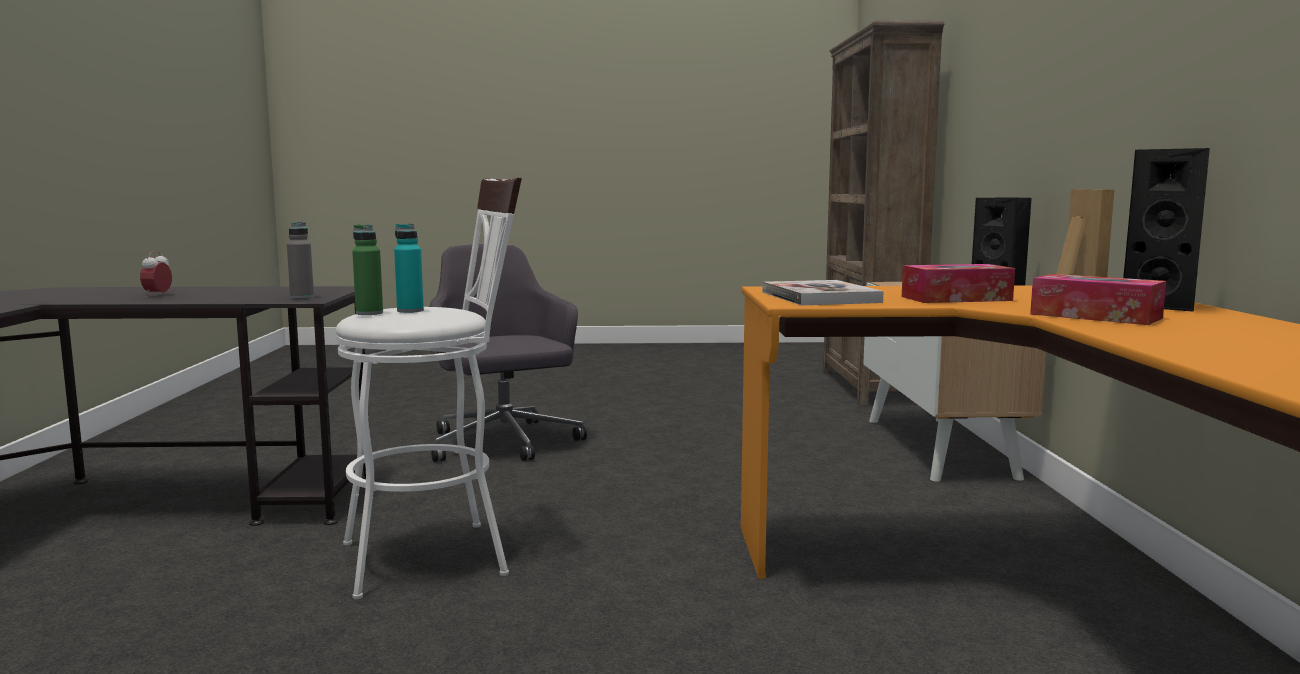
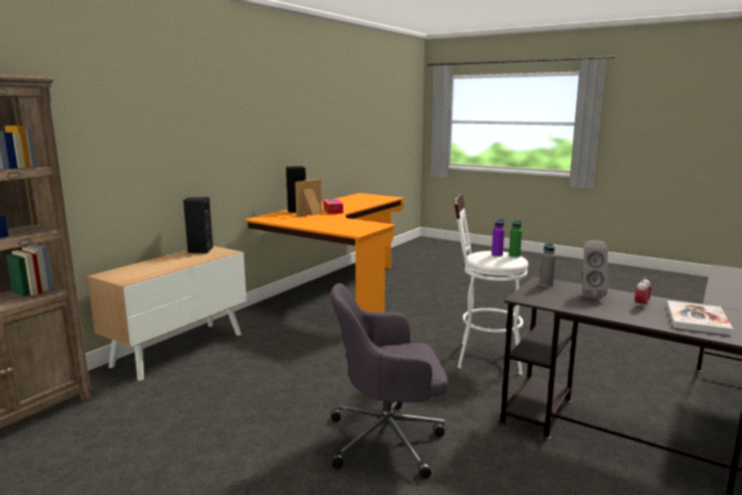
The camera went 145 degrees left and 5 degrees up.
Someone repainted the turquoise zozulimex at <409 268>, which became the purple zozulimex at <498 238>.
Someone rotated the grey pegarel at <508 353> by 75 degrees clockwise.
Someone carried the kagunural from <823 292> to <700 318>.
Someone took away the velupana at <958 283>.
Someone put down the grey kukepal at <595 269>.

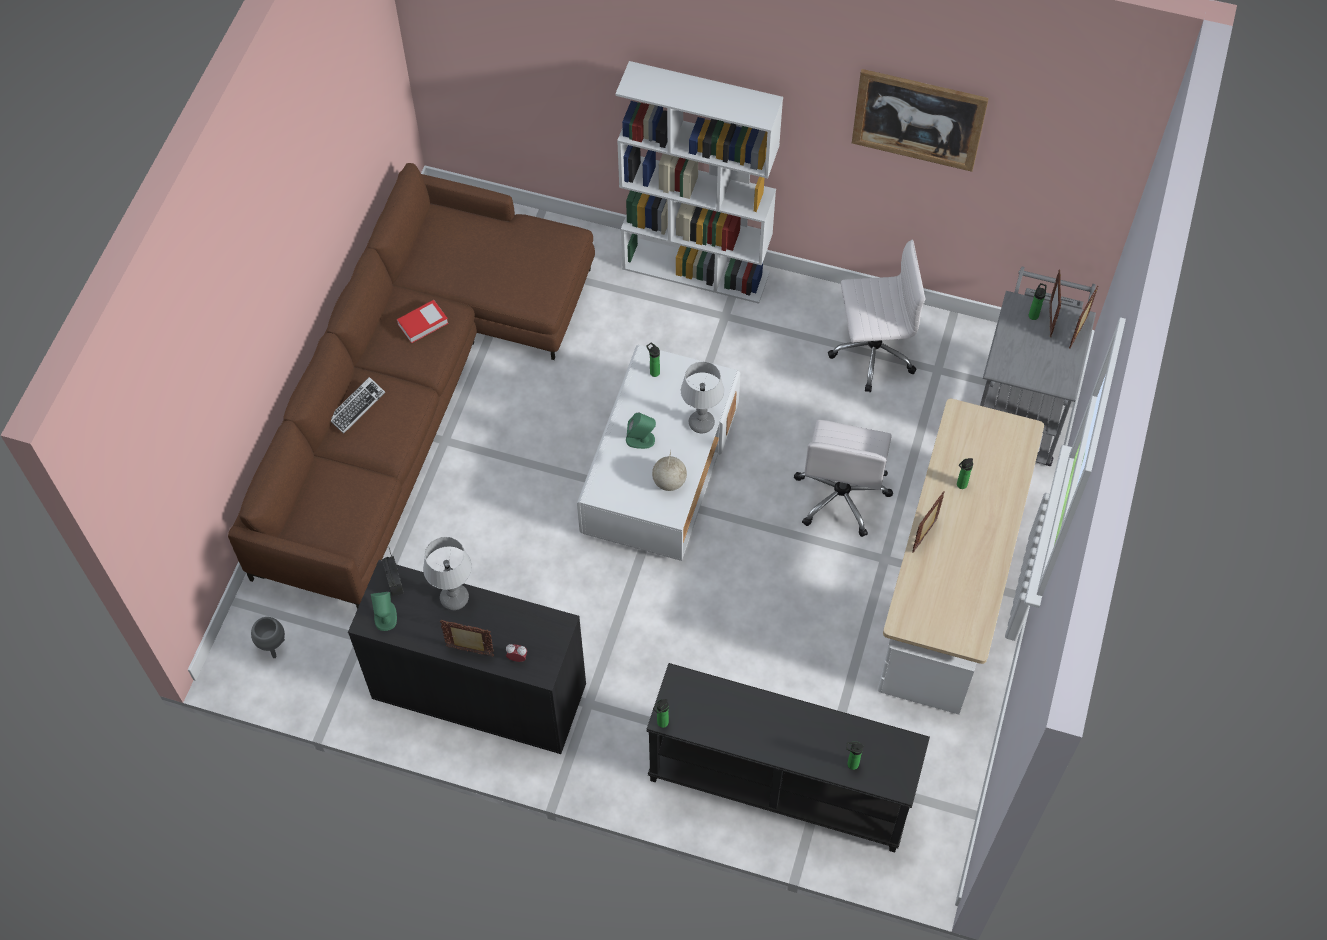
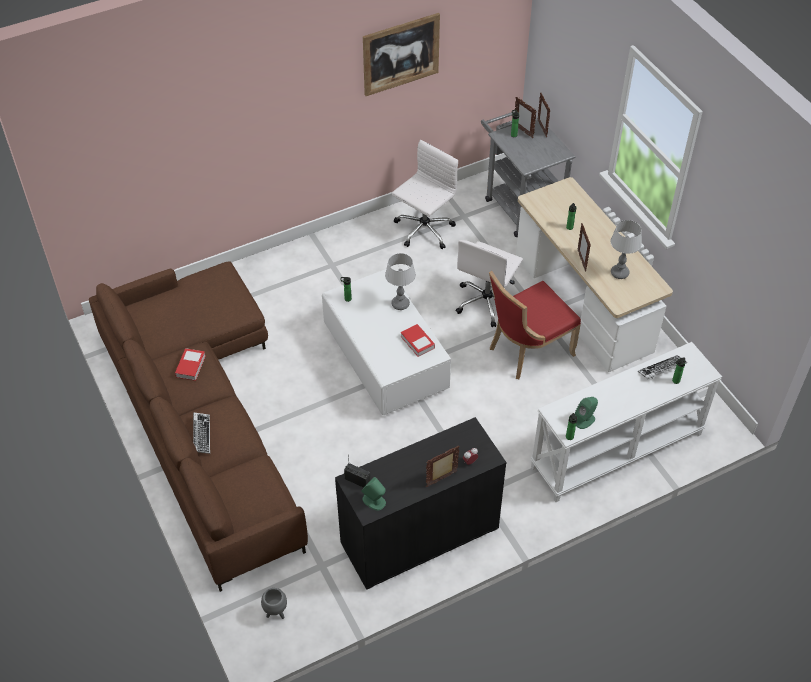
The camera went 45 degrees left and 10 degrees down.
Someone carried the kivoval from <447 573> to <626 249>.
Someone took away the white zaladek at <699 182>.
Someone carried the green kukepal from <641 431> to <586 413>.
Someone repainted the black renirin at <788 758>, which became the white renirin at <626 422>.
Someone swapped the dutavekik at <669 471> for the kagunural at <418 340>.
Someone rotated the white pegarel at <843 478> by 60 degrees clockwise.
Someone put down the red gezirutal at <535 325>.
Someone put down the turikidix at <662 367>.

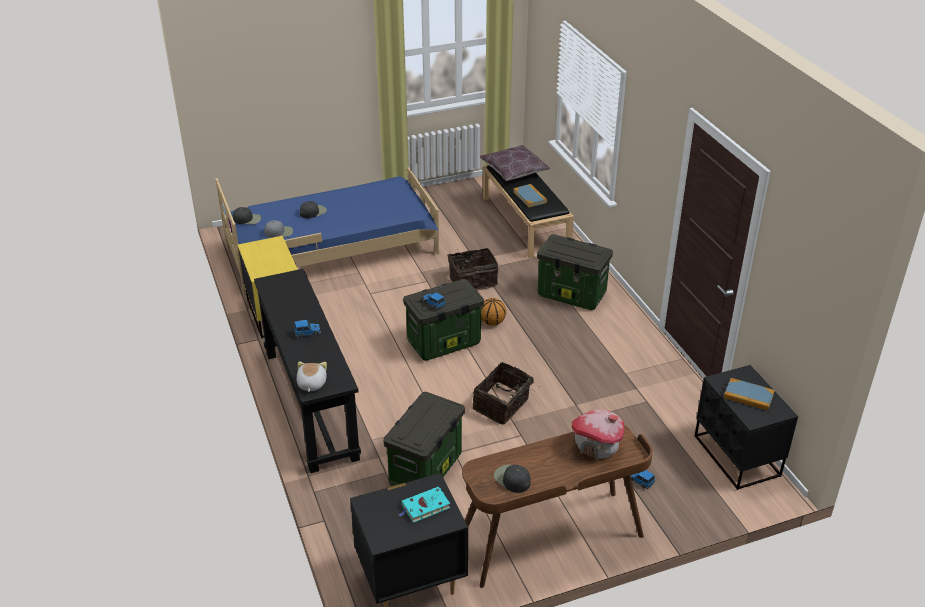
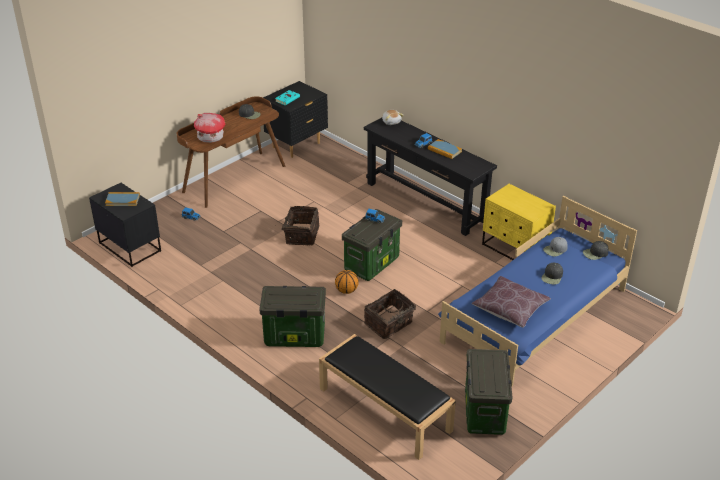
The camera went 155 degrees right and 0 degrees up.
Someone carried the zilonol from <424 439> to <489 392>.
Someone carried the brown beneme from <515 163> to <511 302>.
Someone carried the kagunural from <530 196> to <445 149>.

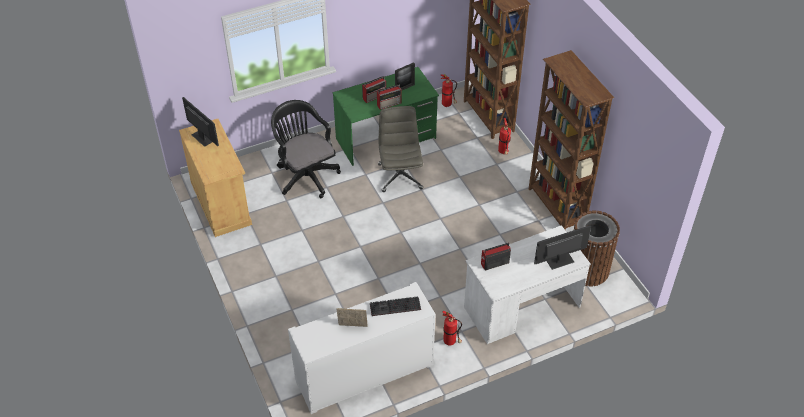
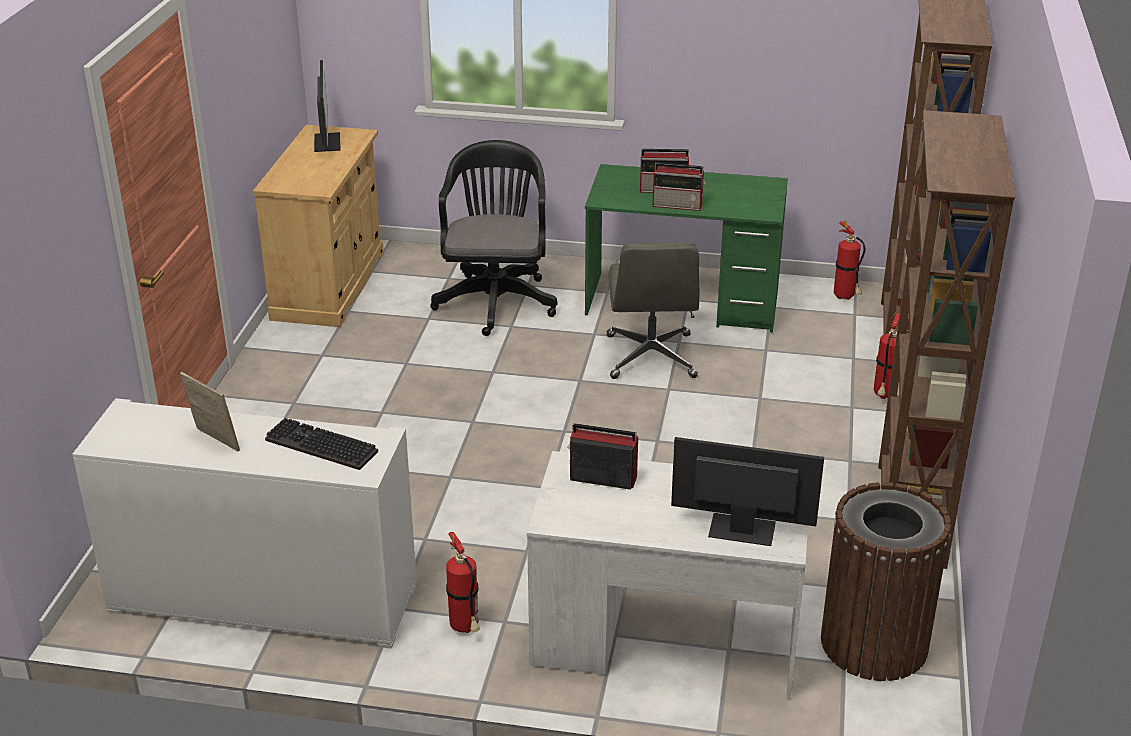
The camera went 35 degrees right and 15 degrees down.
Someone rotated the grey pegarel at <400 149> by 150 degrees clockwise.
Someone took away the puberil at <405 76>.

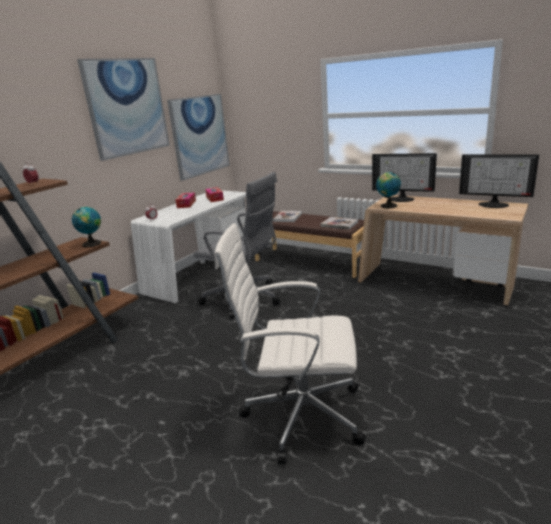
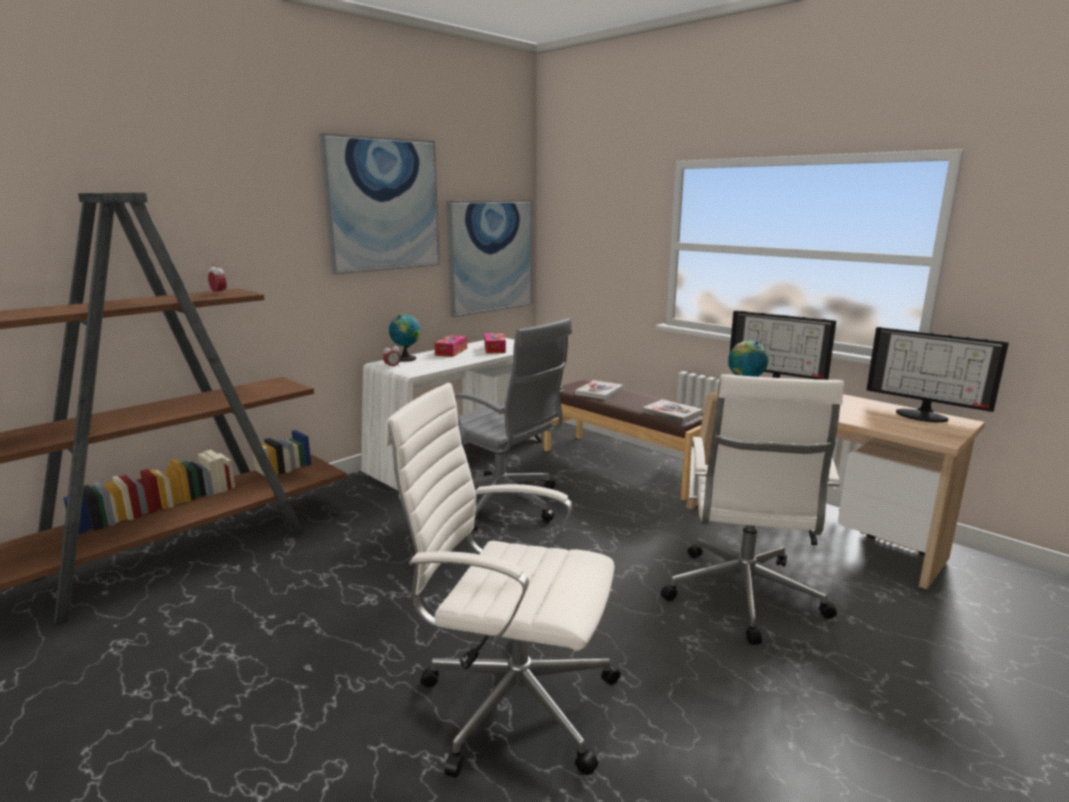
The camera went 10 degrees right and 5 degrees down.
Someone carried the dutavekik from <86 227> to <405 338>.
Someone put down the white pegarel at <752 509>.

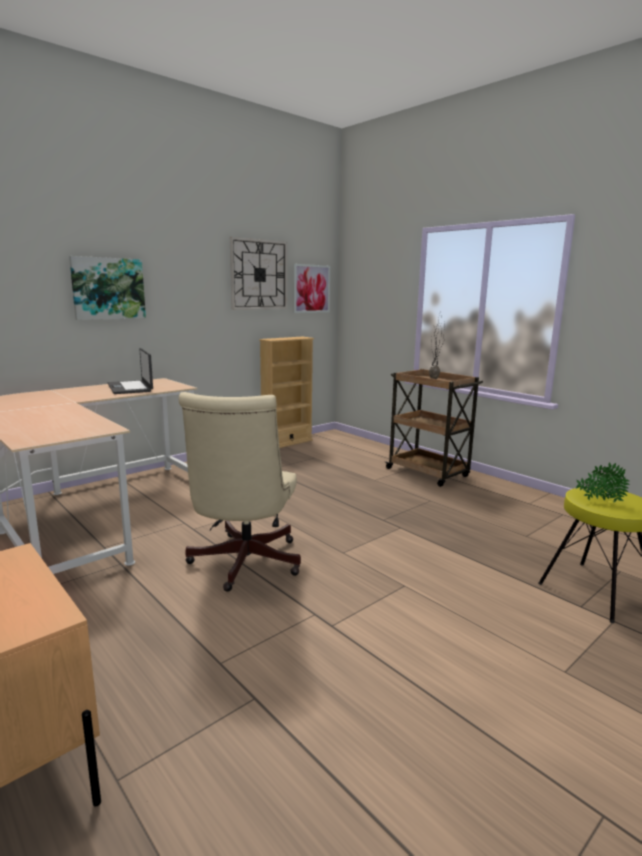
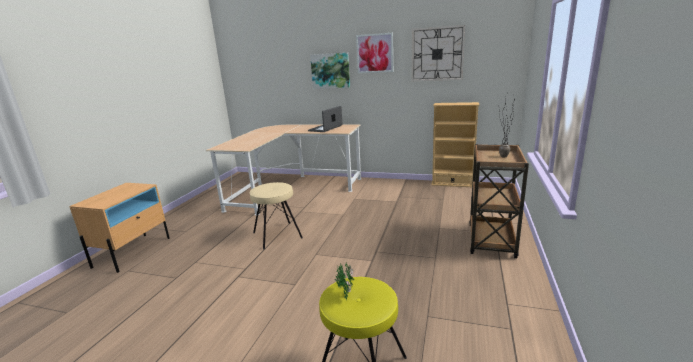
The camera went 60 degrees right and 5 degrees up.
Someone swapped the beige pegarel at <240 492> for the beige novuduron at <276 216>.
Someone carried the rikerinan from <311 288> to <374 53>.

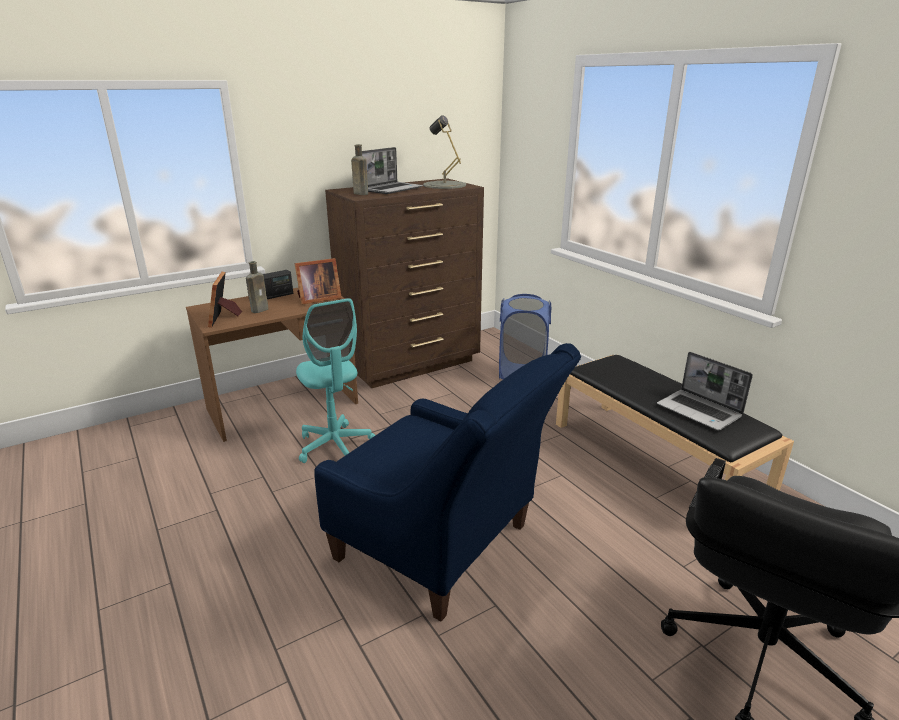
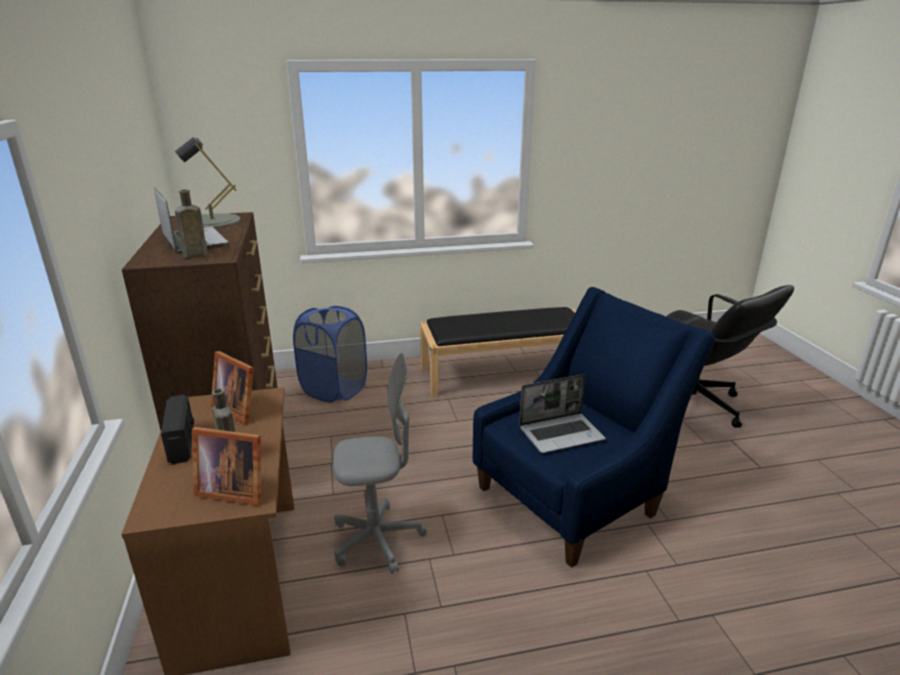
The camera went 70 degrees left and 0 degrees up.
Someone rotated the puberil at <318 281> by 135 degrees clockwise.
Someone repainted the turquoise pegarel at <335 380>, which became the grey pegarel at <380 463>.
Someone carried the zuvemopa from <705 391> to <562 413>.

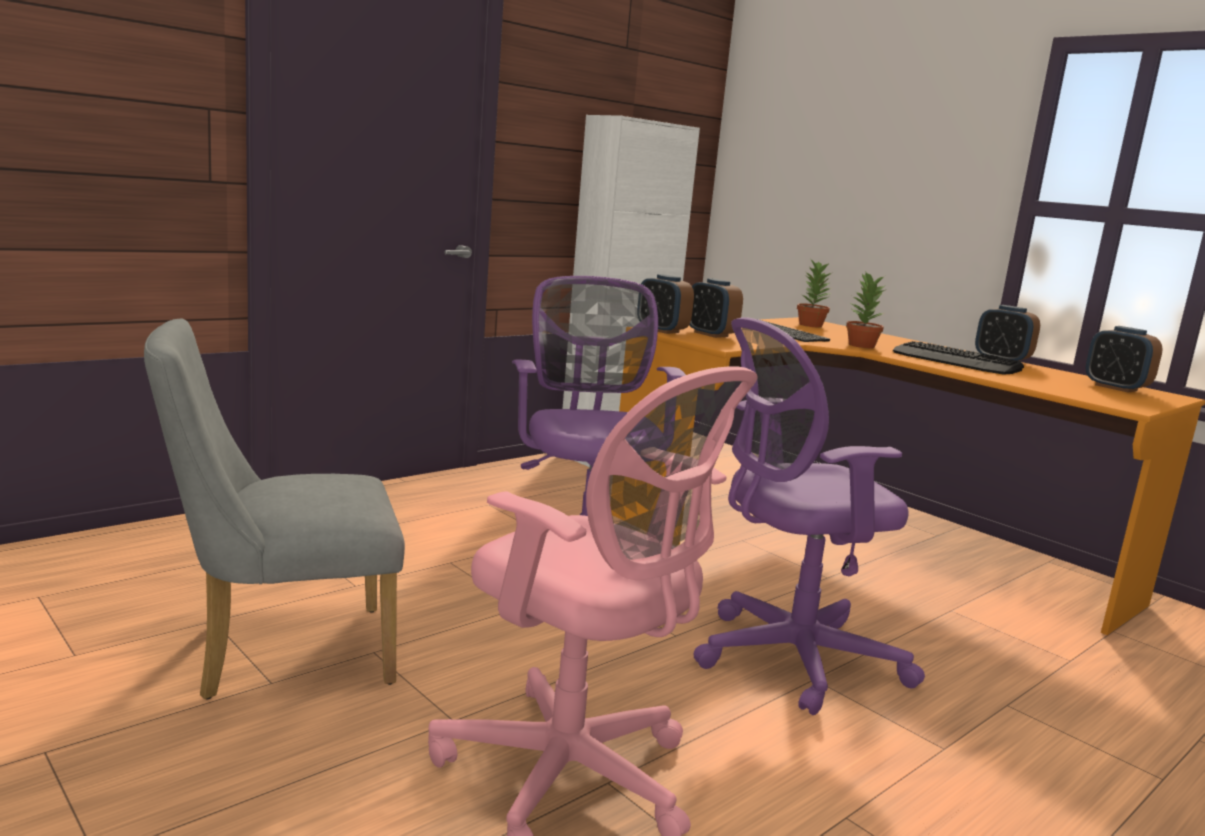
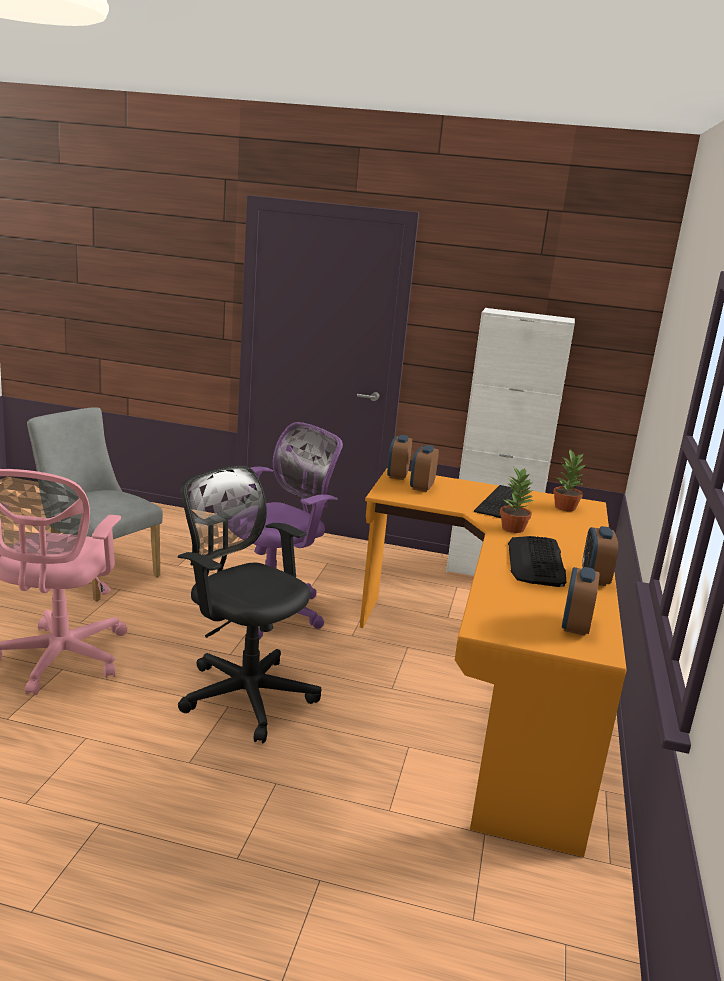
The camera went 55 degrees right and 5 degrees up.
Someone repainted the purple pegarel at <809 516>, which became the black pegarel at <250 604>.

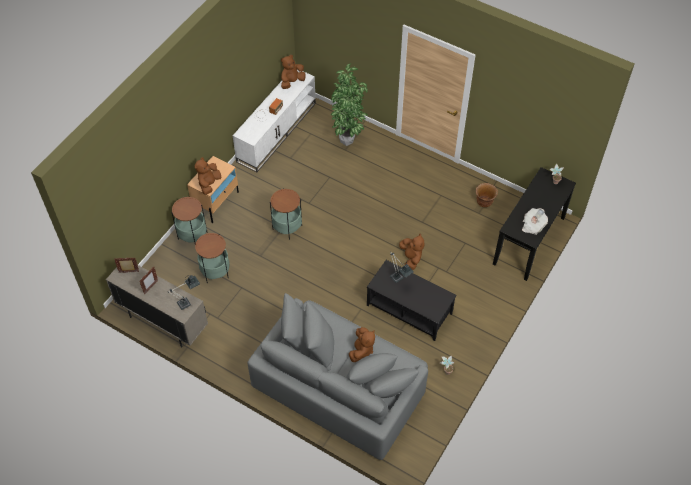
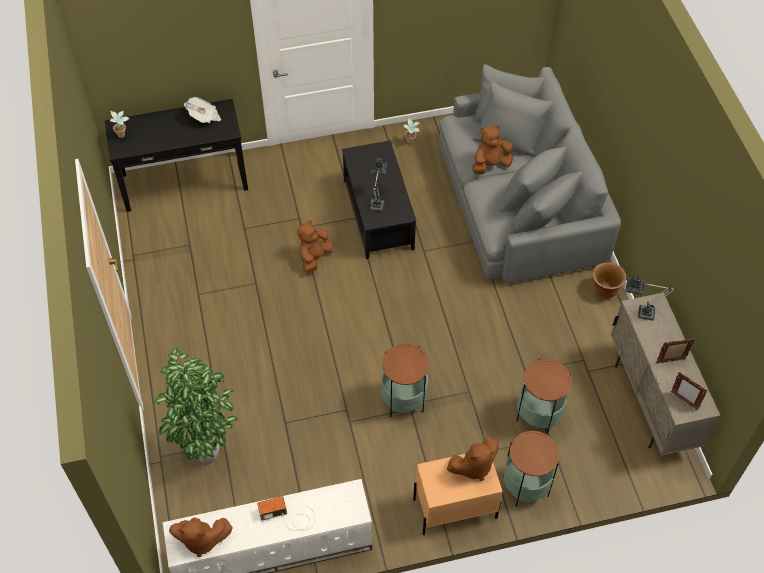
The camera went 135 degrees left and 0 degrees up.
Someone carried the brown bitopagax from <487 195> to <609 280>.

